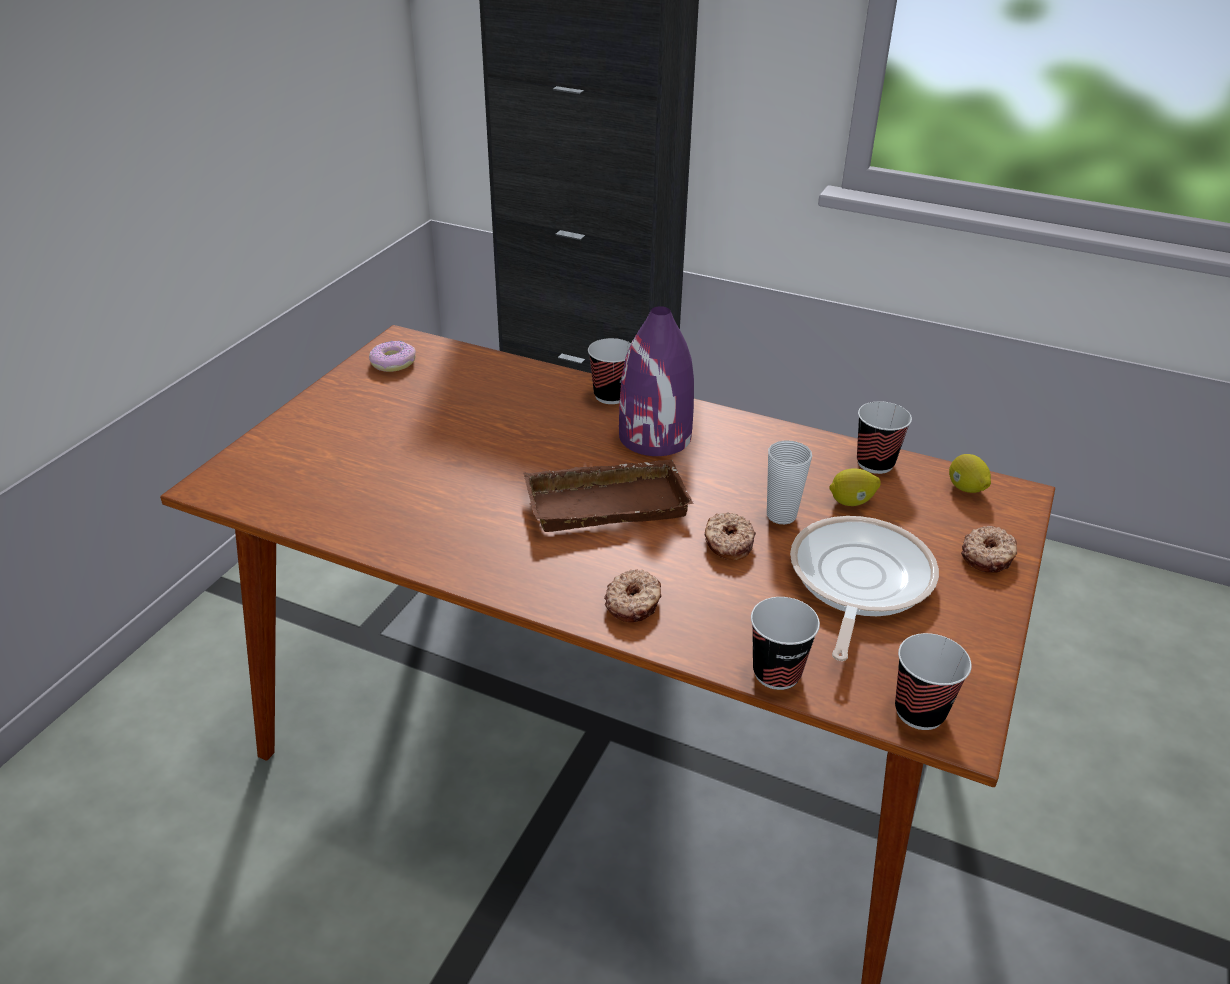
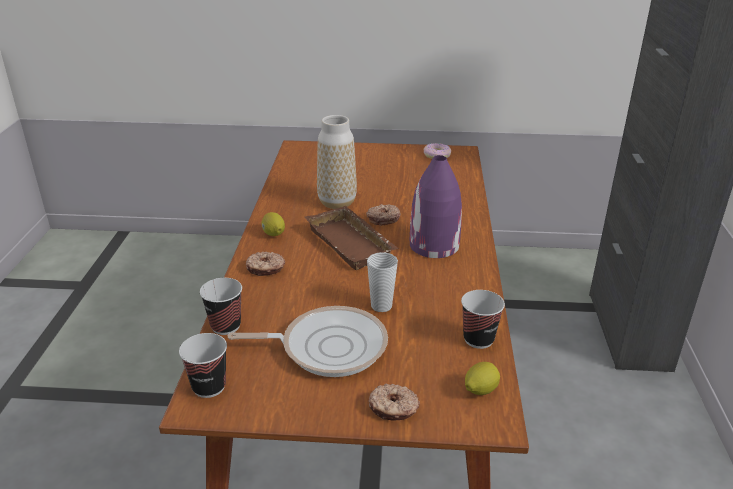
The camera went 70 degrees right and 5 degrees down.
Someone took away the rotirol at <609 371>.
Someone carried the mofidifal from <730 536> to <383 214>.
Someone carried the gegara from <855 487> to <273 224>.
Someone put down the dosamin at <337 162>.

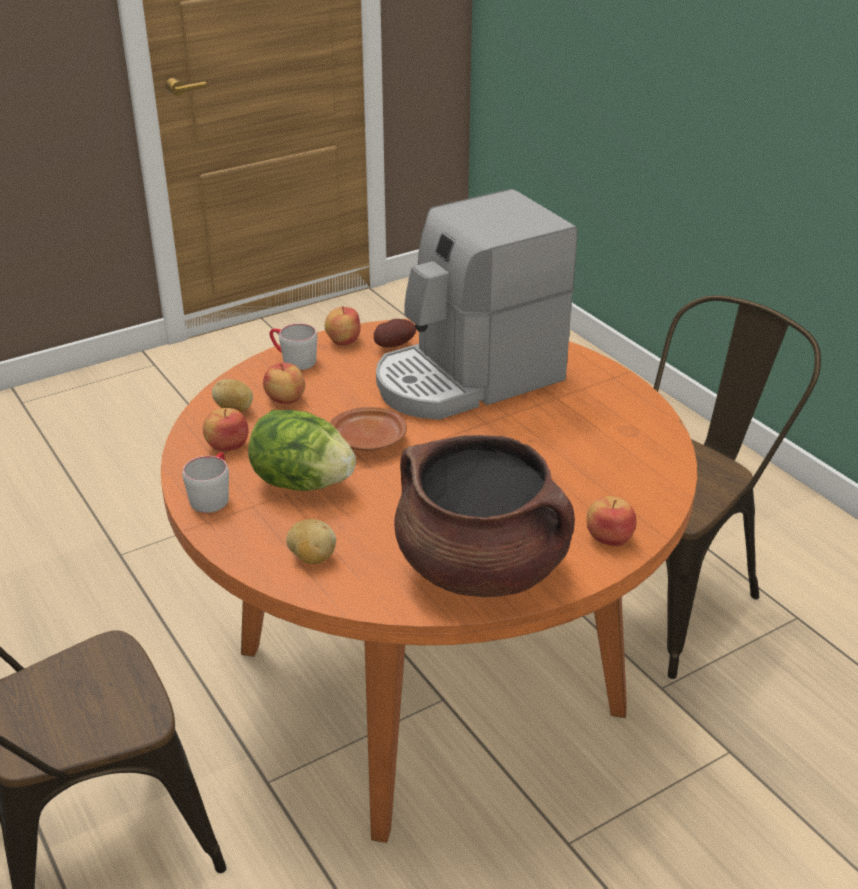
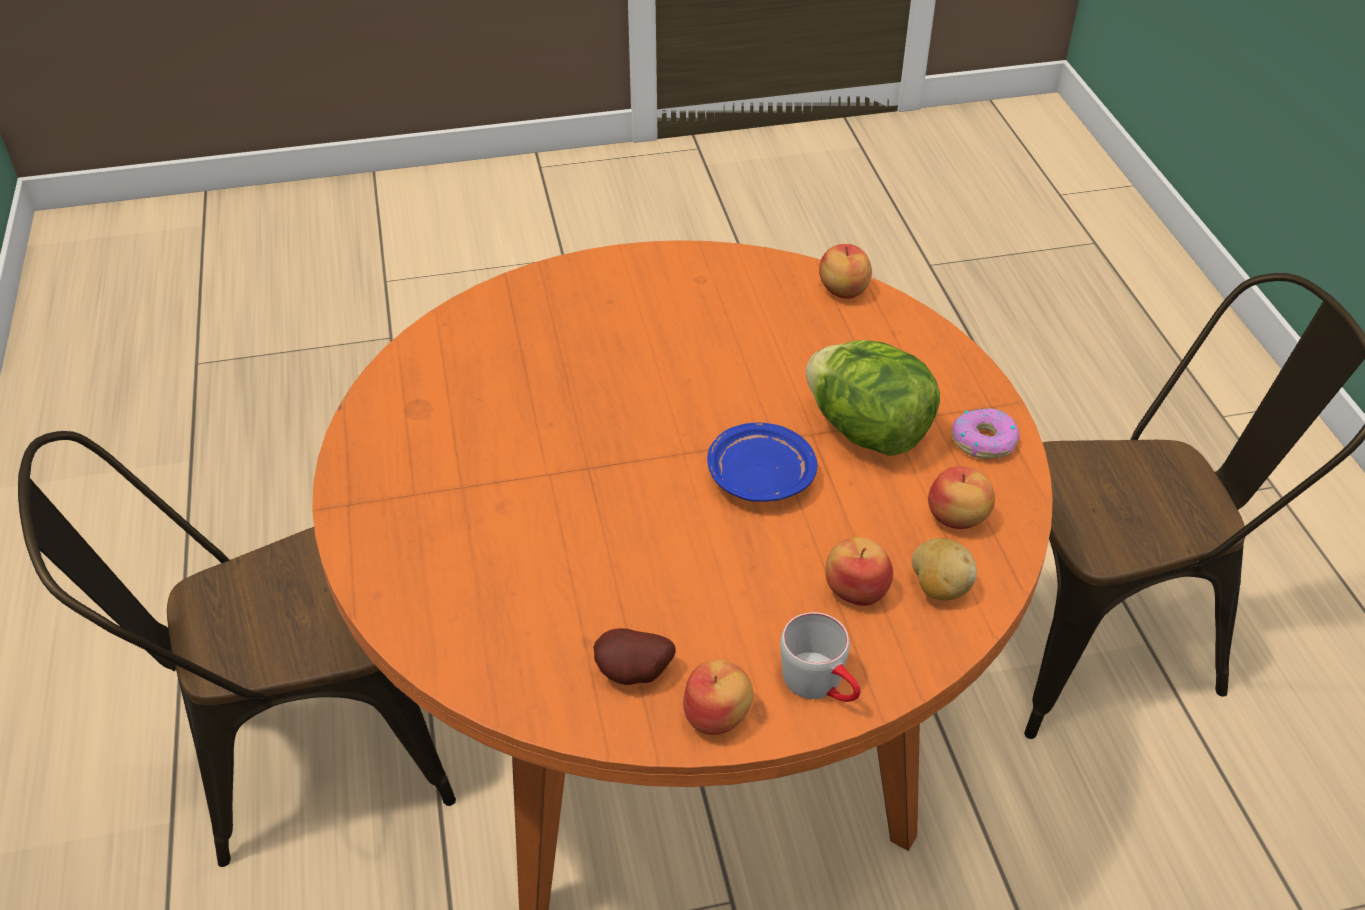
The camera went 160 degrees left and 10 degrees up.
Someone swapped the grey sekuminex at <205 482> for the mofidifal at <985 433>.
Someone took away the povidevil at <311 541>.
Someone repainted the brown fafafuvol at <368 429>, which became the blue fafafuvol at <762 462>.
Someone took away the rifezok at <477 304>.
Someone took away the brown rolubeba at <484 516>.
Someone carried the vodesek from <611 521> to <845 271>.

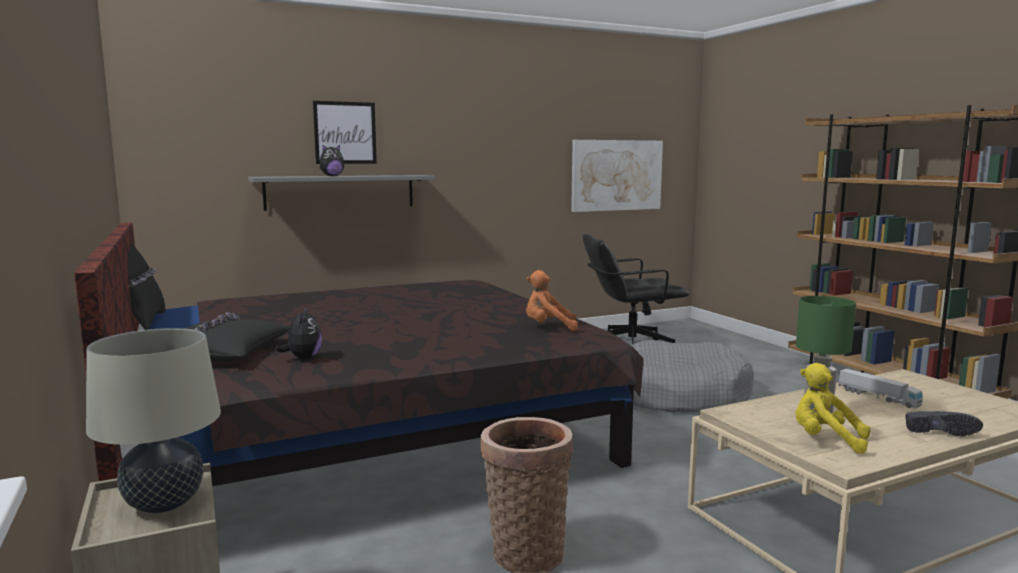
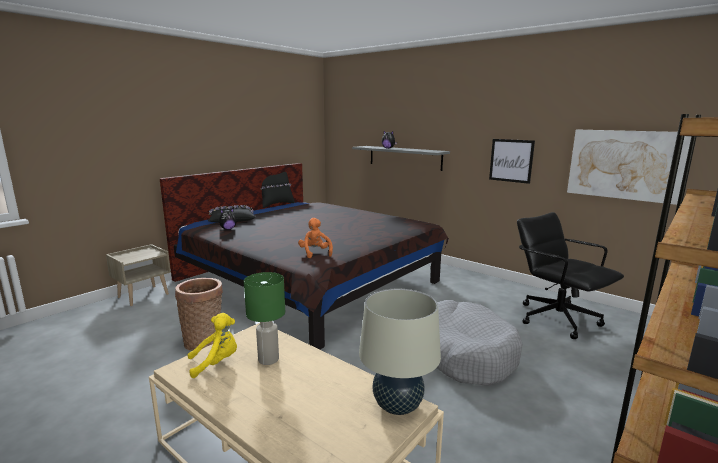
The camera went 65 degrees right and 5 degrees up.
Someone carried the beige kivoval from <153 420> to <400 352>.
Someone carried the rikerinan from <345 132> to <512 161>.
Someone rotated the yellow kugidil at <832 408> by 60 degrees clockwise.
Someone took away the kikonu at <880 388>.
Someone took away the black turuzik at <944 424>.

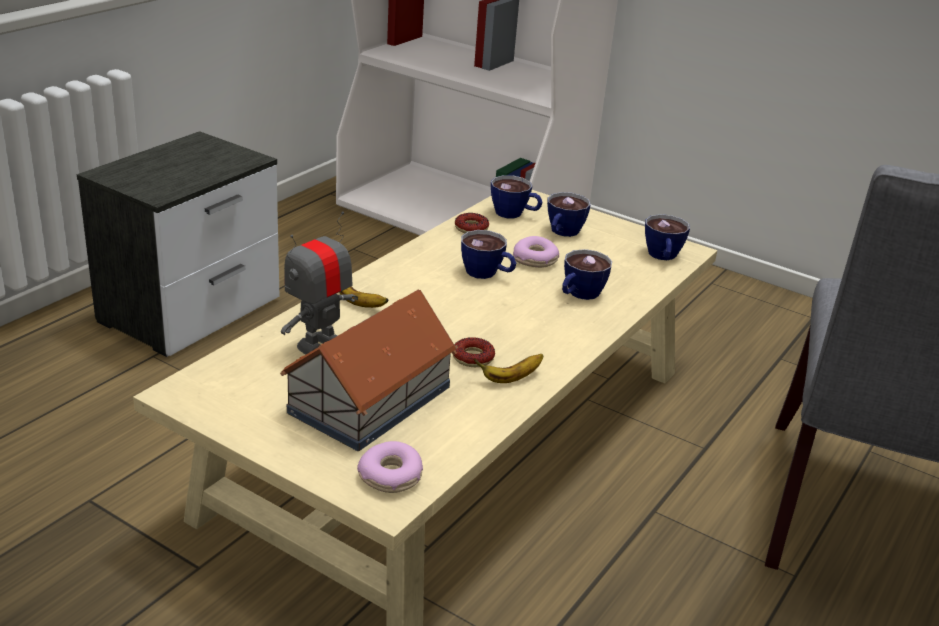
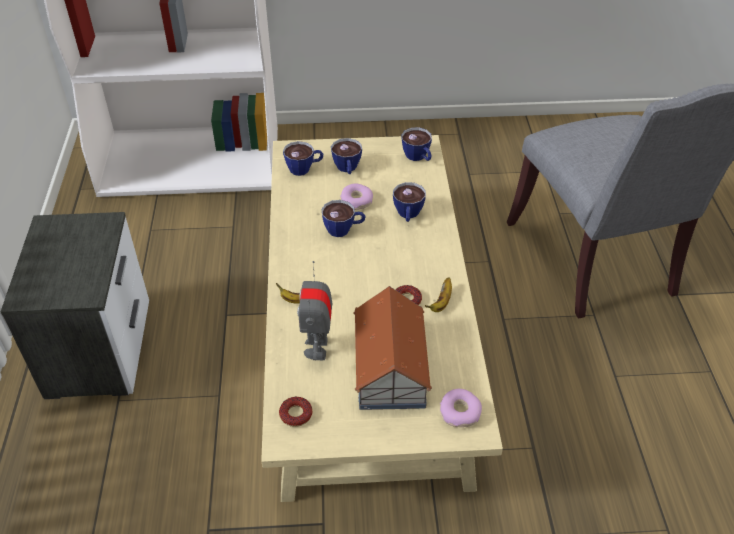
The camera went 35 degrees left and 15 degrees up.
Someone carried the mofidifal from <472 223> to <295 412>.

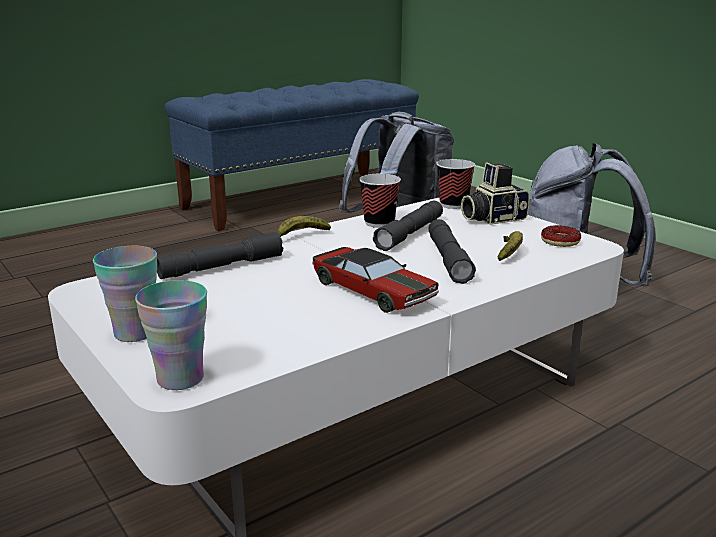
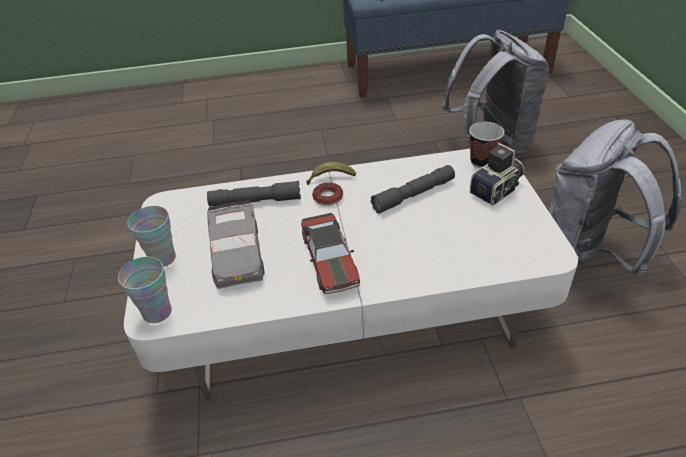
The camera went 30 degrees right and 20 degrees up.
Someone took away the rotirol at <380 201>.
Someone took away the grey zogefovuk at <452 251>.
Someone rotated the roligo at <495 193> by 135 degrees clockwise.
Someone took away the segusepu at <510 246>.
Someone carried the mofidifal from <561 236> to <327 194>.
Someone put down the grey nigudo at <236 244>.

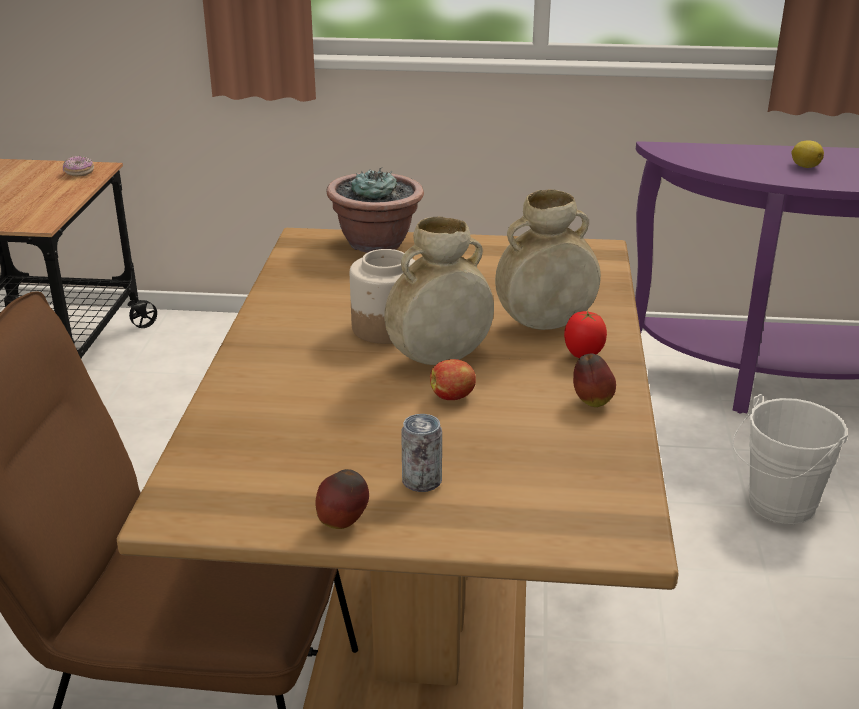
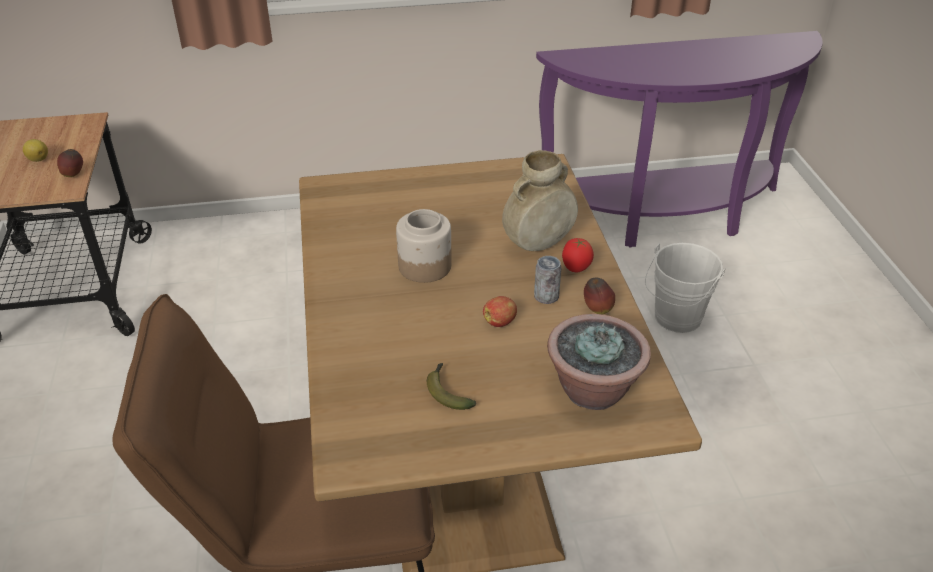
The camera went 15 degrees left and 10 degrees up.
Someone took away the mofidifal at <78 166>.
Someone carried the vodesek from <342 499> to <70 163>.
Someone carried the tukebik from <375 210> to <599 362>.
Someone took away the beige dosamin at <439 290>.
Someone carried the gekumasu from <421 453> to <547 280>.
Someone carried the gegara from <808 154> to <35 150>.
Someone put down the segusepu at <451 386>.

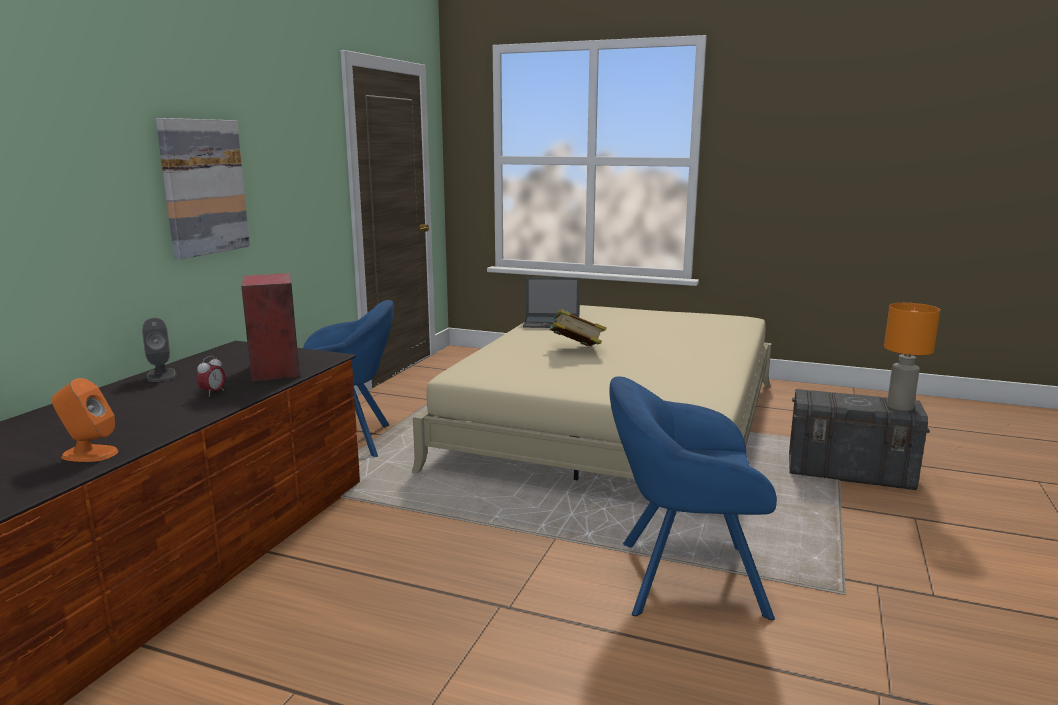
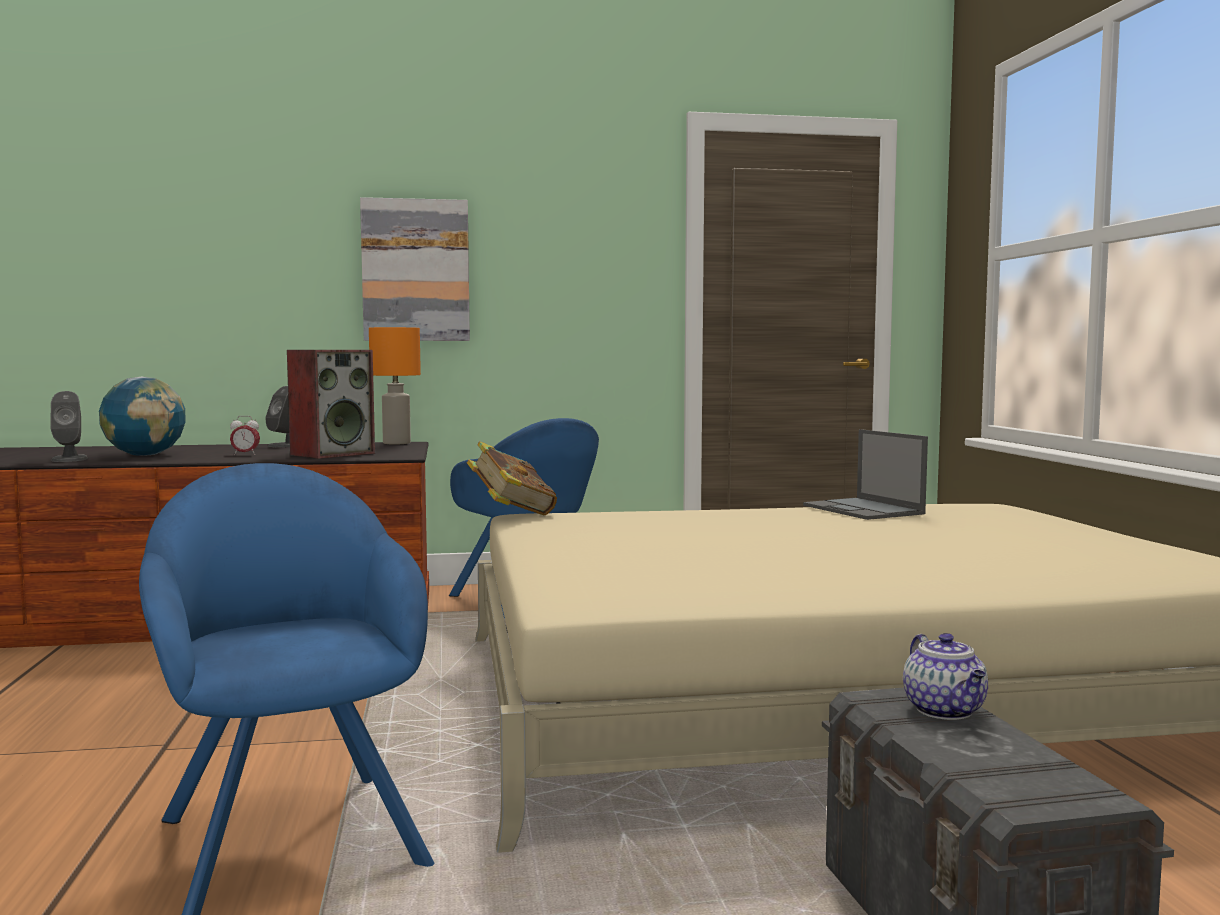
The camera went 60 degrees right and 10 degrees down.
Someone repainted the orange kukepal at <85 420>, which became the grey kukepal at <69 426>.
Someone carried the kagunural from <576 327> to <512 478>.
Someone carried the orange kivoval from <912 357> to <395 386>.
Someone put down the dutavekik at <142 416>.
Someone put down the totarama at <945 676>.

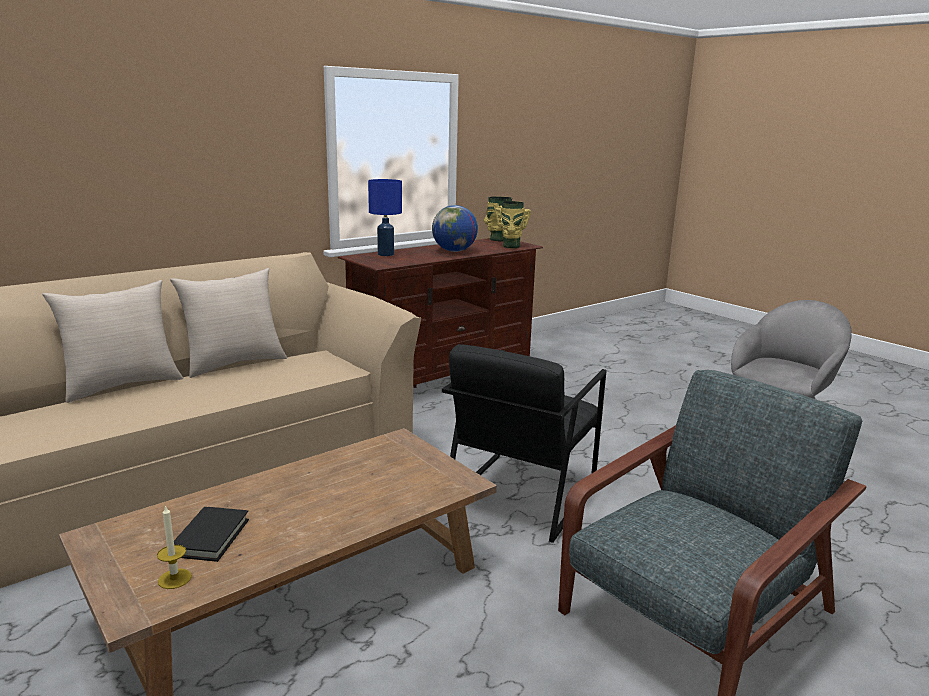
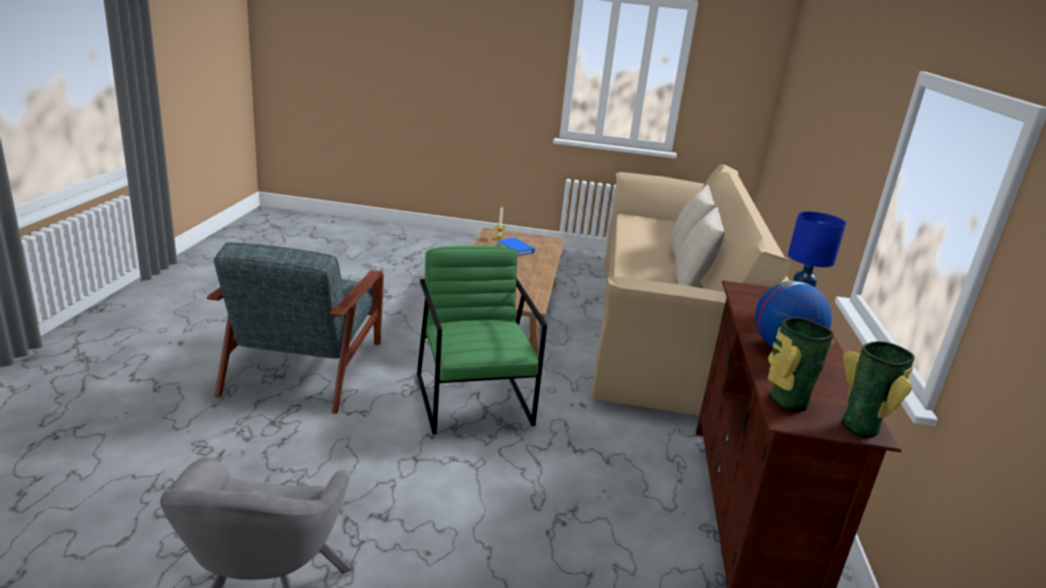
The camera went 135 degrees right and 5 degrees up.
Someone repainted the black kagunural at <211 534>, which became the blue kagunural at <516 247>.
Someone repainted the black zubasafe at <524 443>, which became the green zubasafe at <482 340>.

